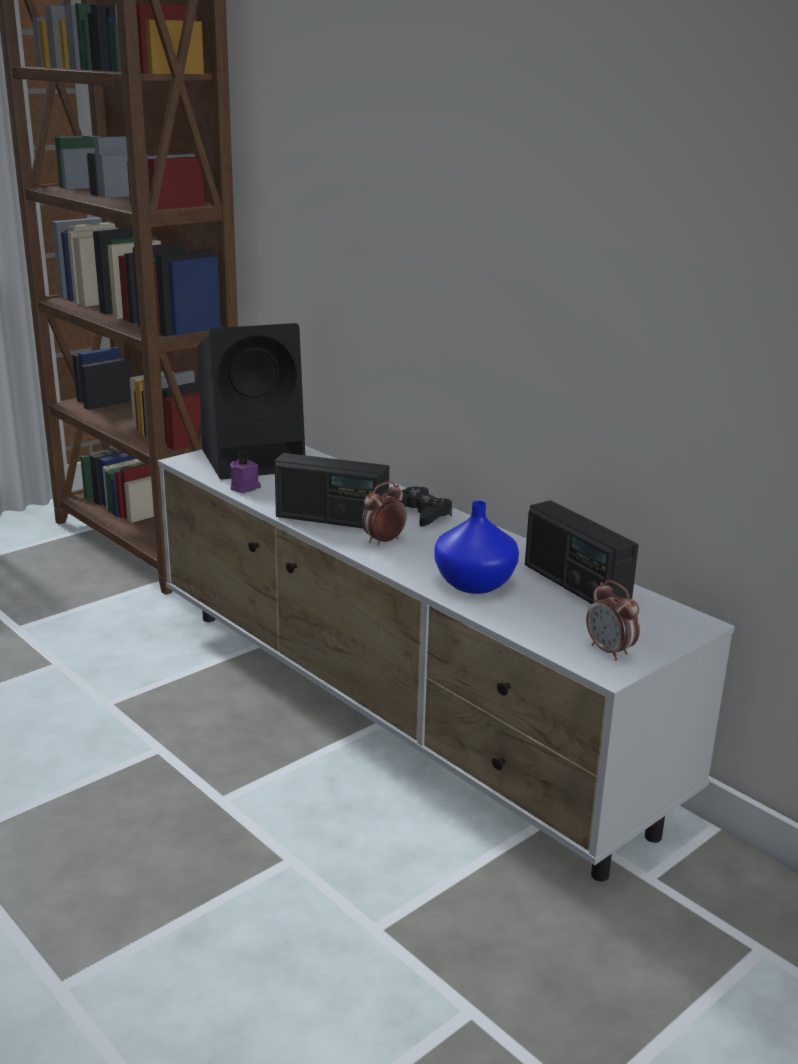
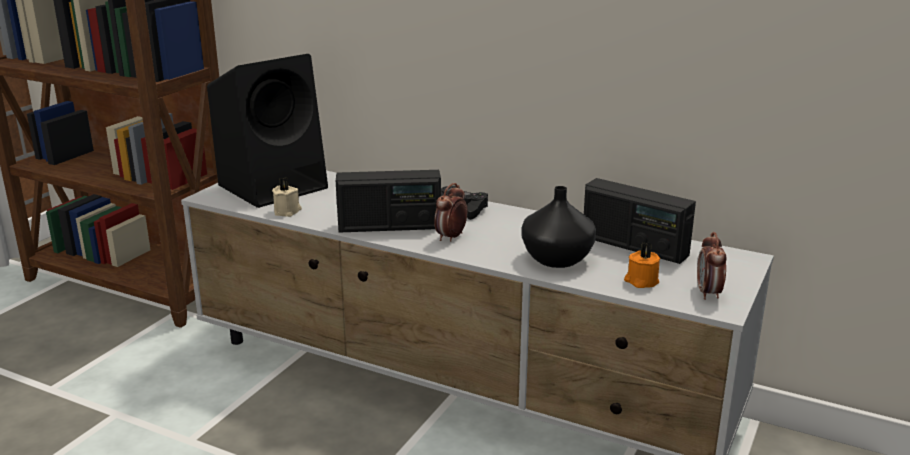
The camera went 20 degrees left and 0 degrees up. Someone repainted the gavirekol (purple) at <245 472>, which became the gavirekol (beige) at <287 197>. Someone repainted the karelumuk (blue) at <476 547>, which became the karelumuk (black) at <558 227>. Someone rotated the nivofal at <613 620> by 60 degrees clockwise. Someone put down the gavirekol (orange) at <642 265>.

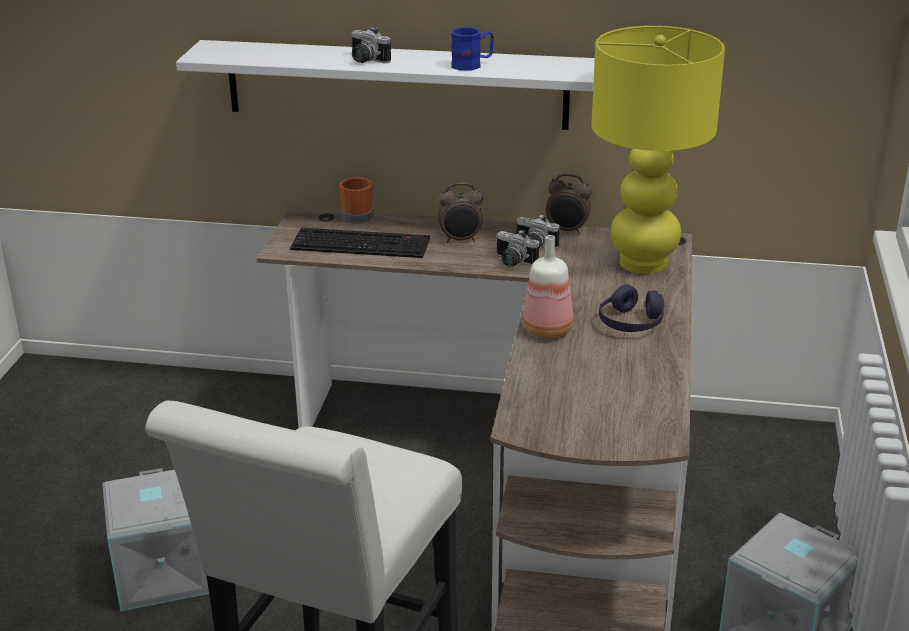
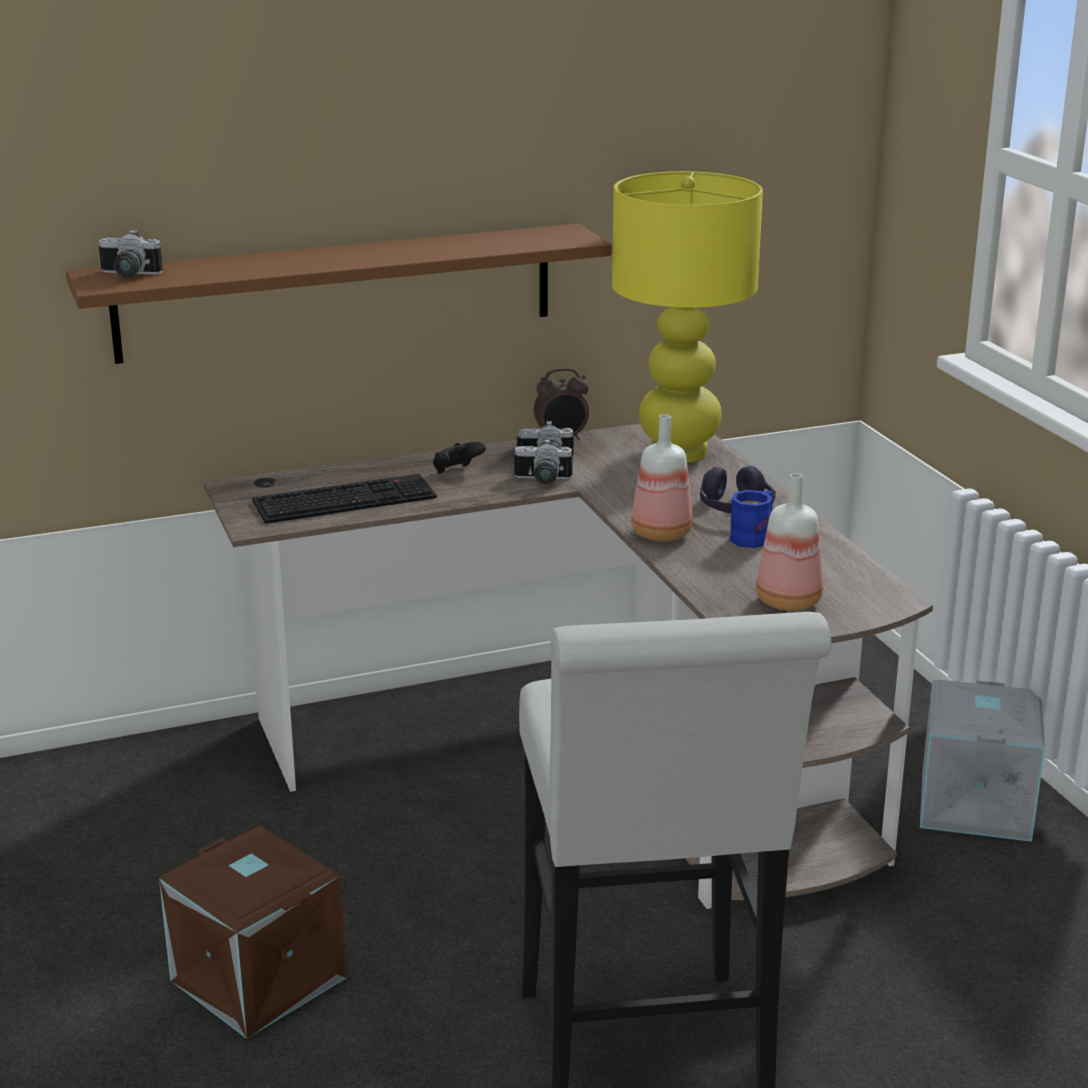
The camera went 30 degrees left and 5 degrees down. Someone carried the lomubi from <371 45> to <131 253>. Someone carried the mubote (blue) from <472 49> to <751 519>. Someone repainted the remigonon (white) at <385 85>, which became the remigonon (brown) at <339 293>. Someone took away the mubote (orange) at <356 200>. Someone swapped the nivofal at <460 213> for the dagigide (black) at <459 457>. Someone repainted the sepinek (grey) at <155 540>, which became the sepinek (brown) at <252 932>. Someone put down the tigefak at <789 542>.

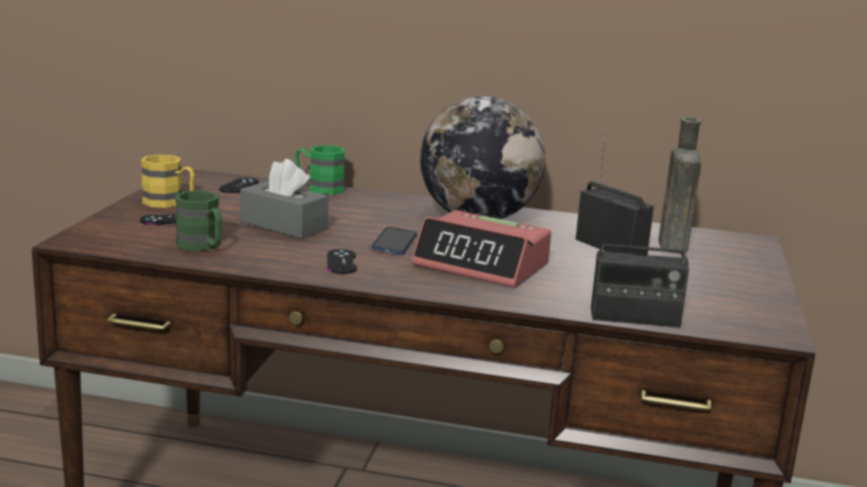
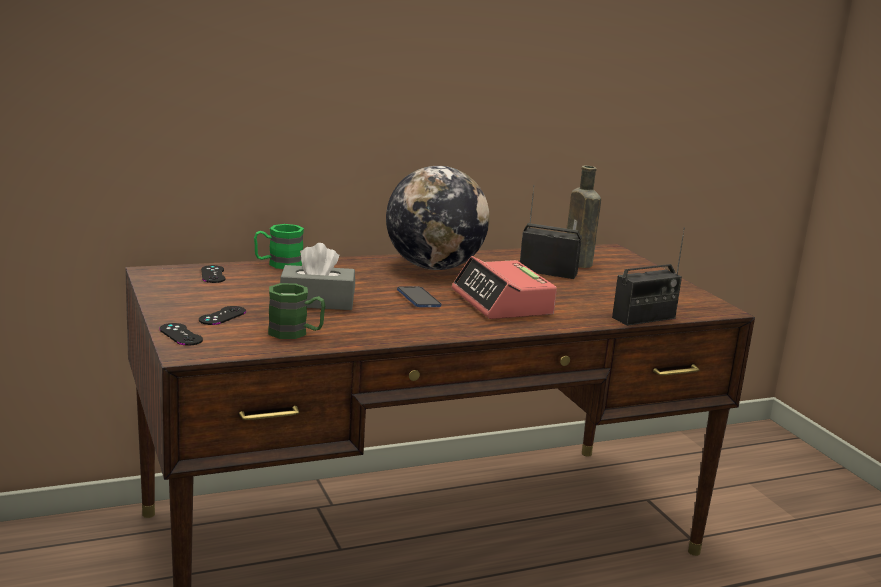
The camera went 35 degrees left and 0 degrees up. Someone took away the mubote (yellow) at <168 181>. Someone rotated the nivofal at <481 249> by 75 degrees clockwise. Someone carried the dagigide (black) from <342 261> to <181 334>.

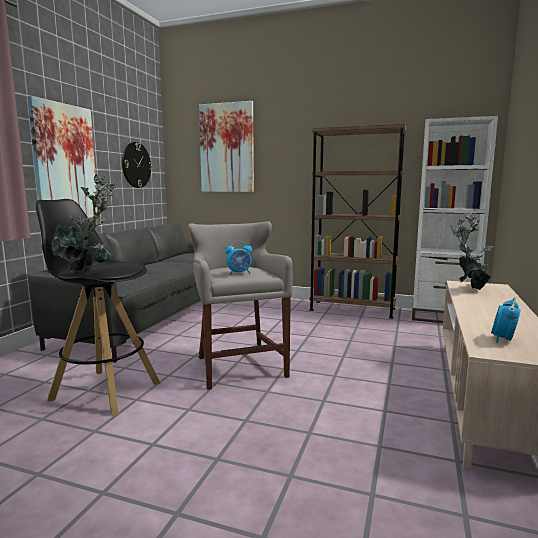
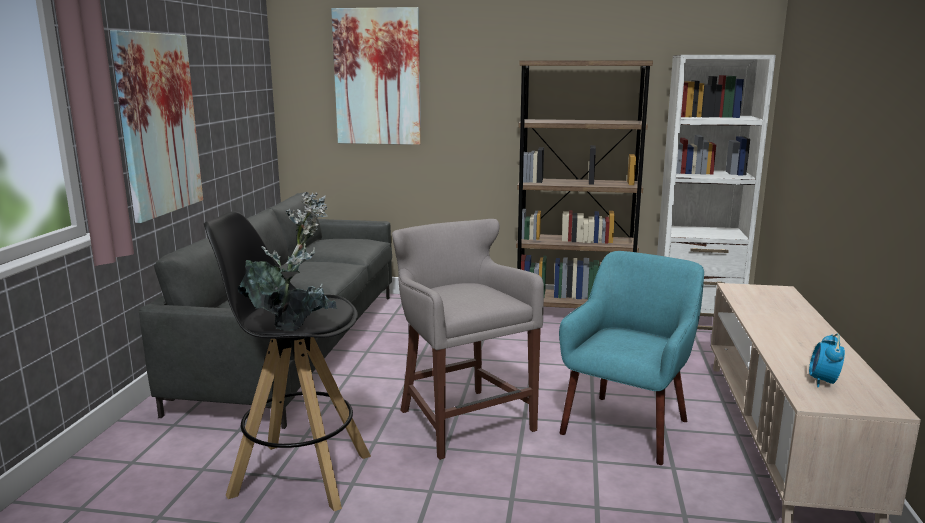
The camera went 10 degrees left and 5 degrees up. Someone took away the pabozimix at <137 165>. Someone took away the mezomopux at <472 251>. Someone took away the nivofal at <238 258>. Someone put down the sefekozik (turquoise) at <631 358>.

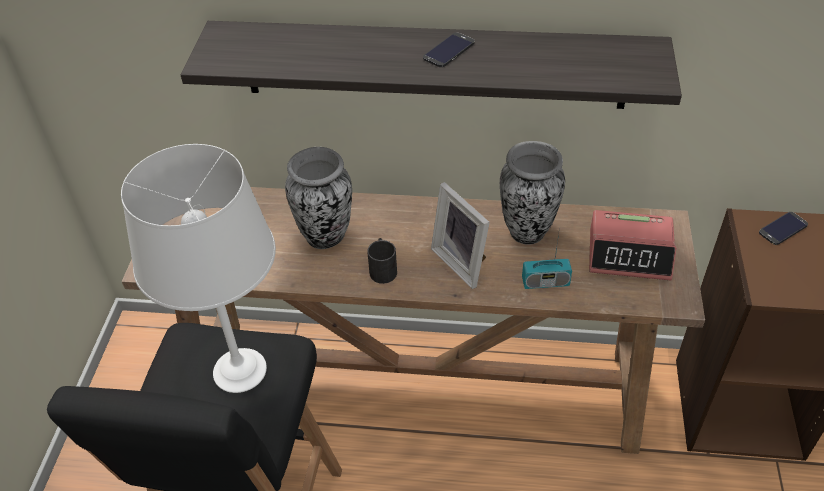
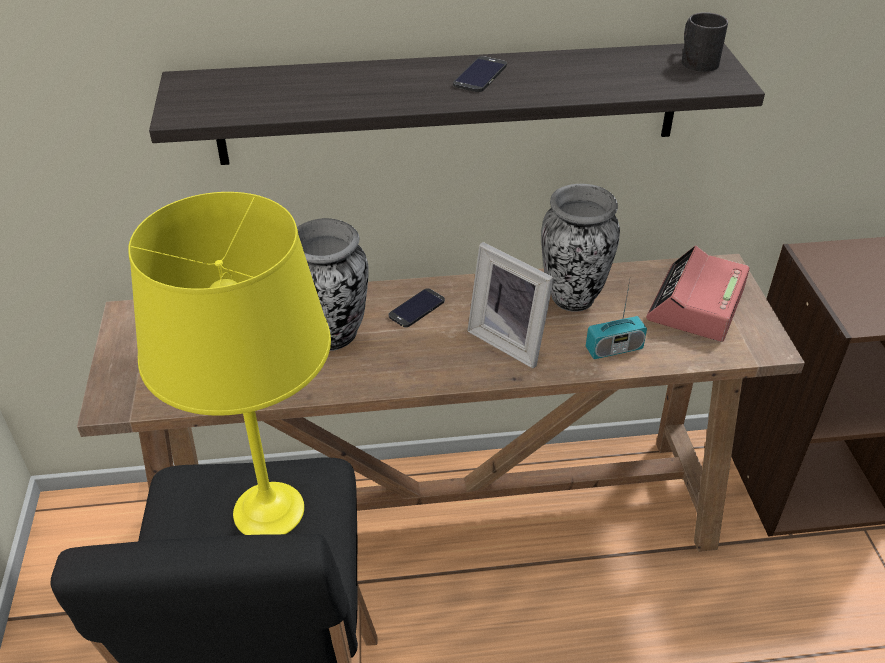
The camera went 15 degrees left and 5 degrees down. Someone repainted the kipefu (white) at <198 268>, which became the kipefu (yellow) at <229 363>. Someone rotated the nivofal at <633 245> by 120 degrees clockwise. Someone carried the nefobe from <783 228> to <417 307>. Someone carried the mubote (black) from <382 261> to <704 42>.

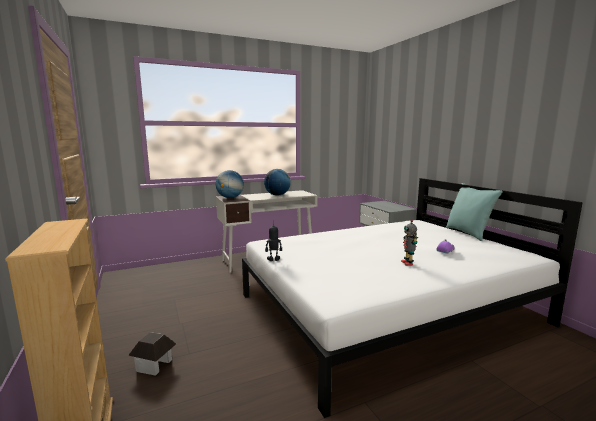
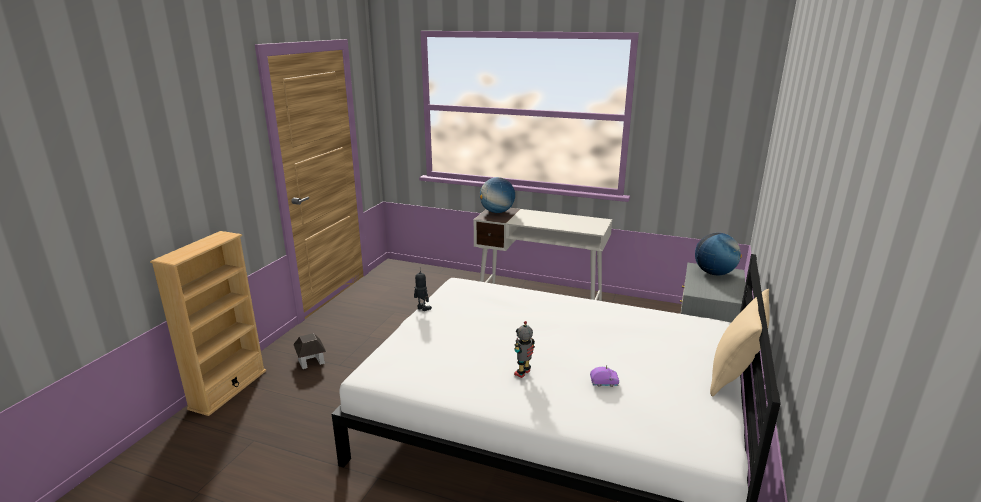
The camera went 45 degrees right and 10 degrees up. Someone carried the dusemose from <277 182> to <718 254>. Someone repainted the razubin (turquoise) at <474 212>, which became the razubin (beige) at <739 342>.

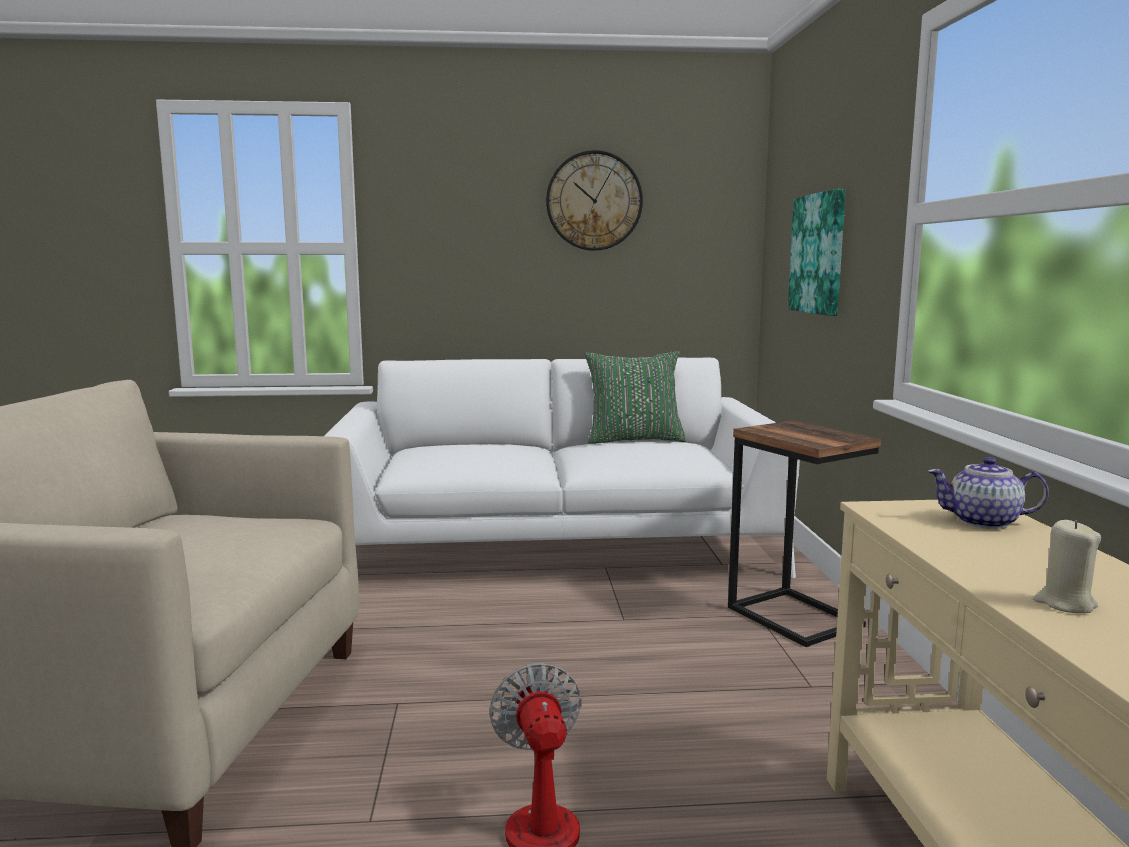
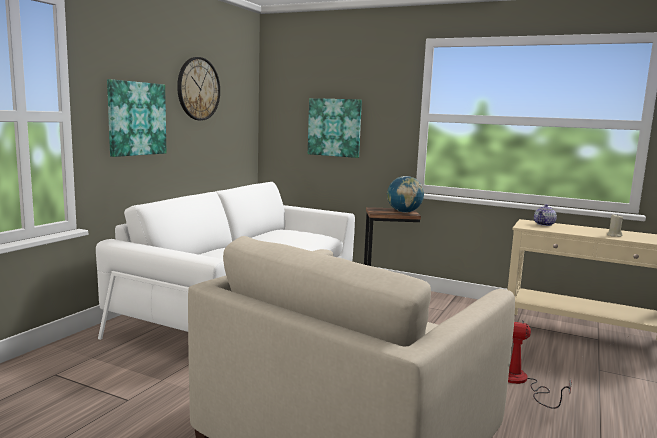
The camera went 60 degrees left and 0 degrees up. Someone took away the razubin (green) at <635 397>. Someone put up the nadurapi at <136 118>. Someone put down the dusemose at <405 194>.

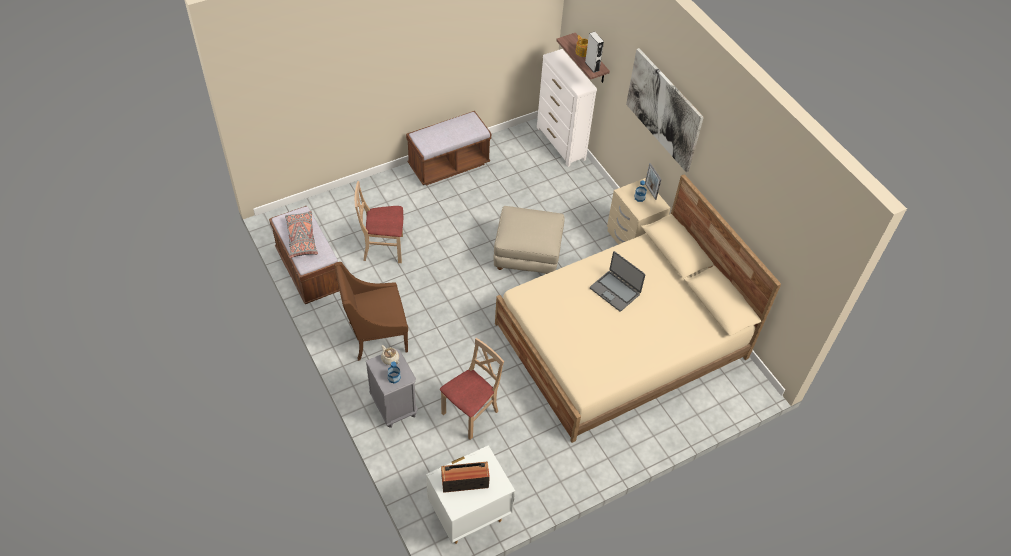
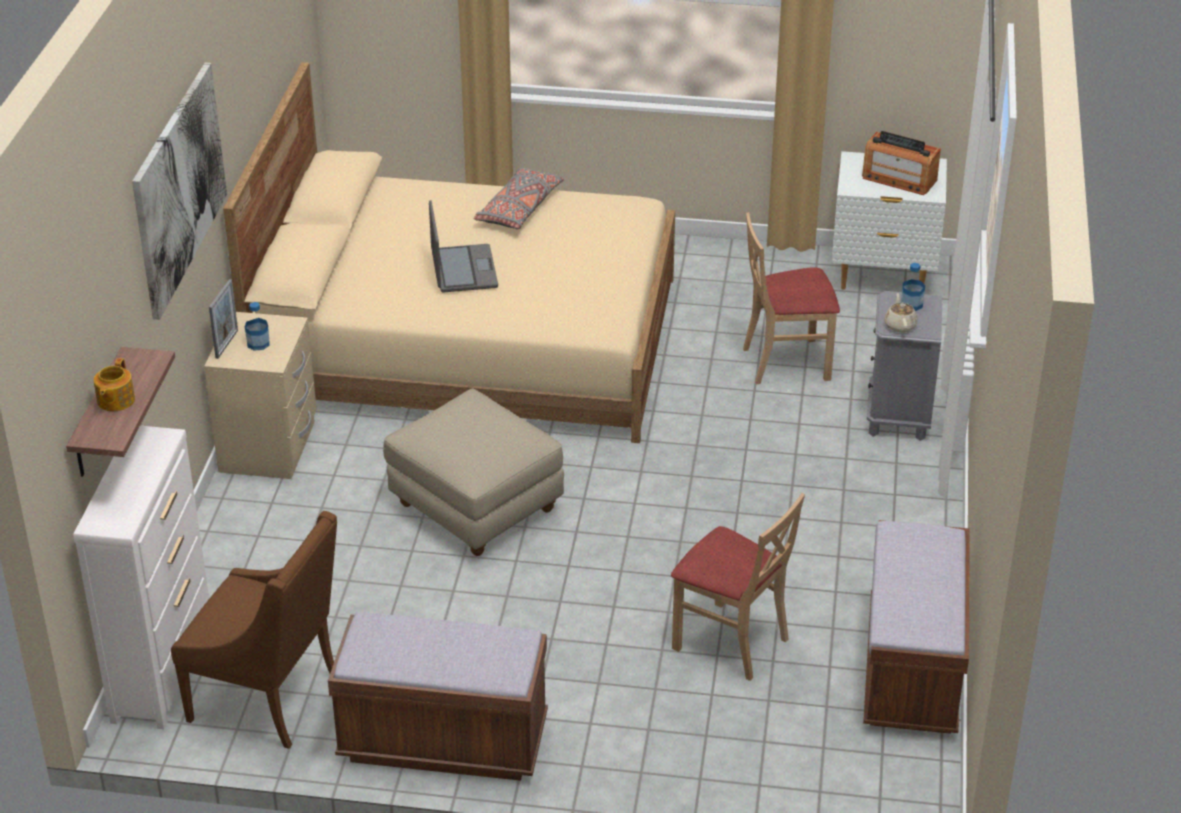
The camera went 140 degrees left and 15 degrees down. Someone took away the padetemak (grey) at <594 52>. Someone carried the razubin (grey) from <301 234> to <519 198>. Someone carried the sefekozik (brown) from <371 311> to <254 630>.

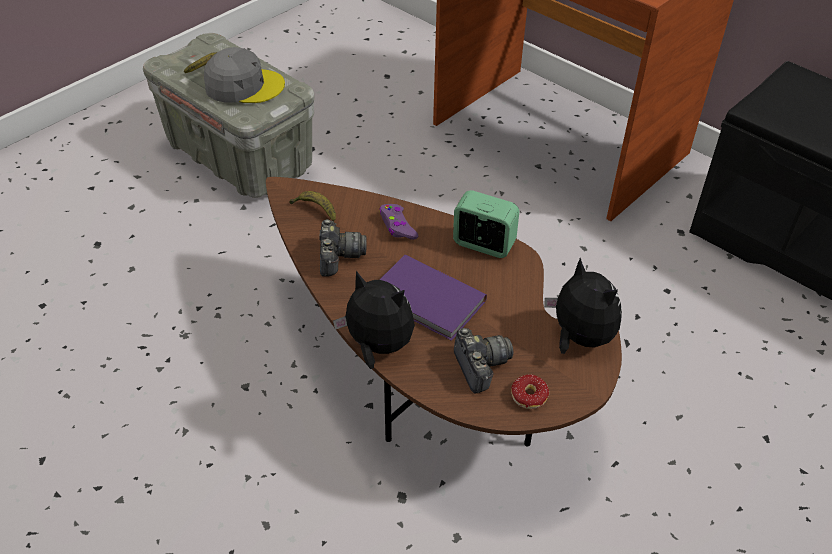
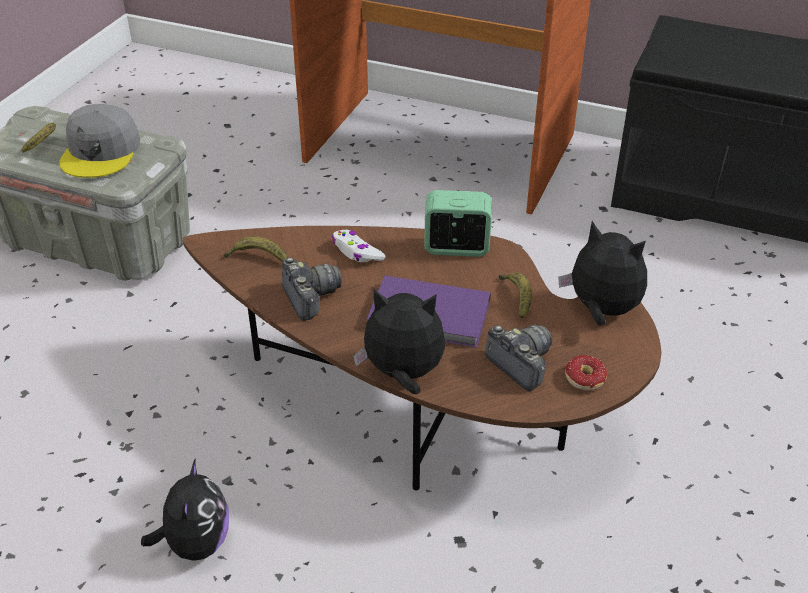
The camera went 20 degrees left and 5 degrees down. Someone rotated the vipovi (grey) at <244 75> by 120 degrees clockwise. Someone repainted the dagigide (purple) at <399 222>, which became the dagigide (white) at <359 246>. Someone put down the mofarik at <515 295>. Someone put down the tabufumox at <185 509>.

